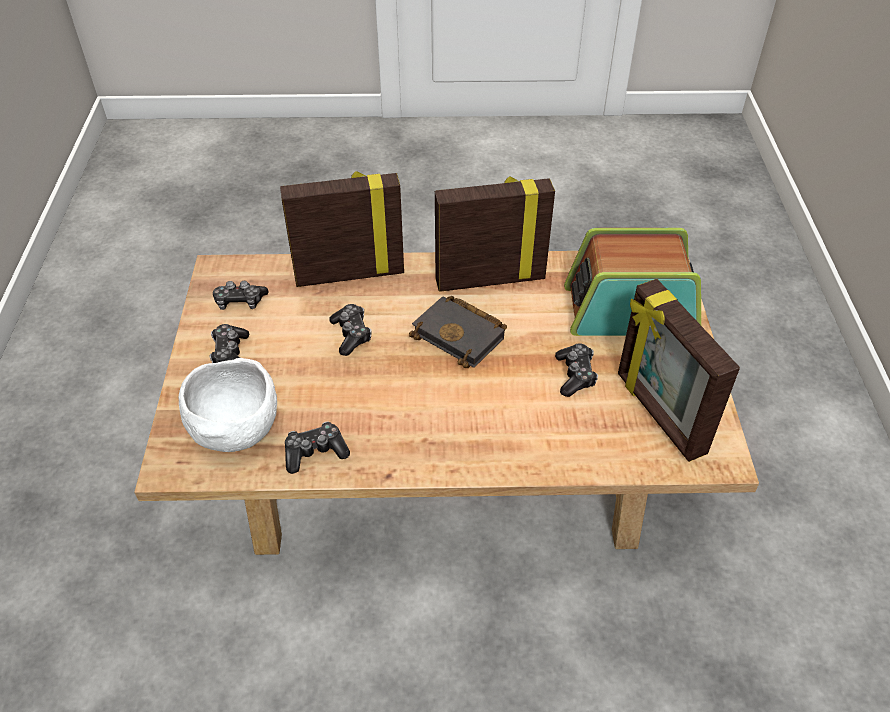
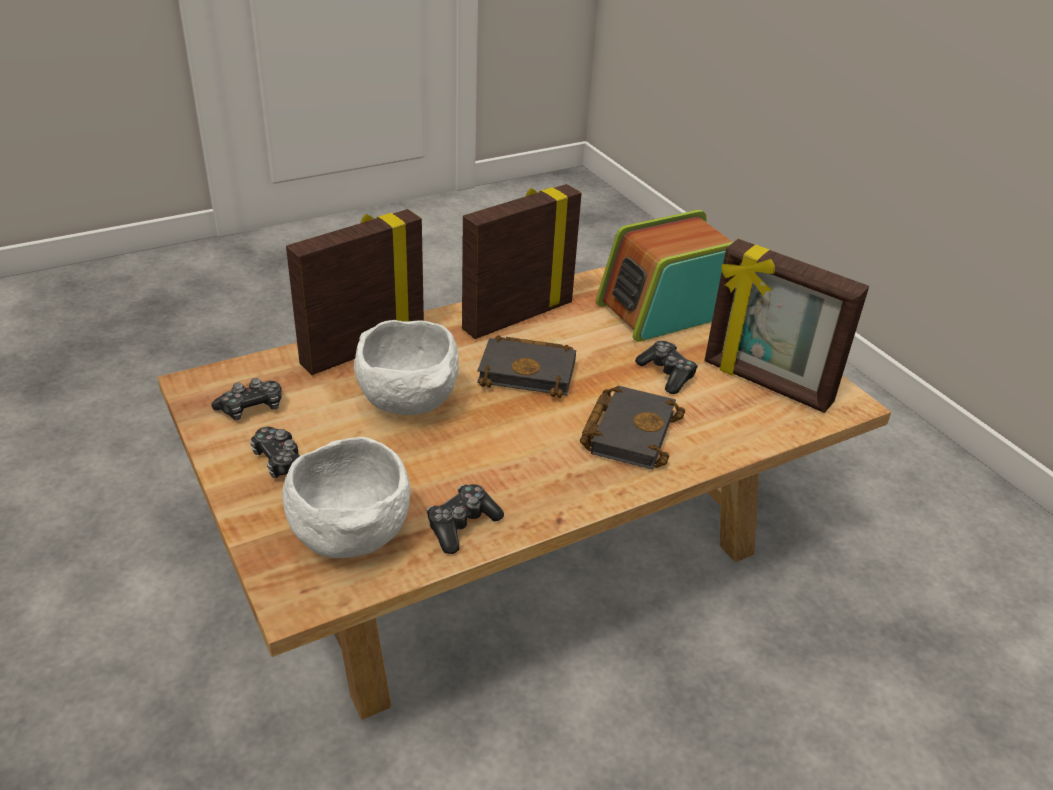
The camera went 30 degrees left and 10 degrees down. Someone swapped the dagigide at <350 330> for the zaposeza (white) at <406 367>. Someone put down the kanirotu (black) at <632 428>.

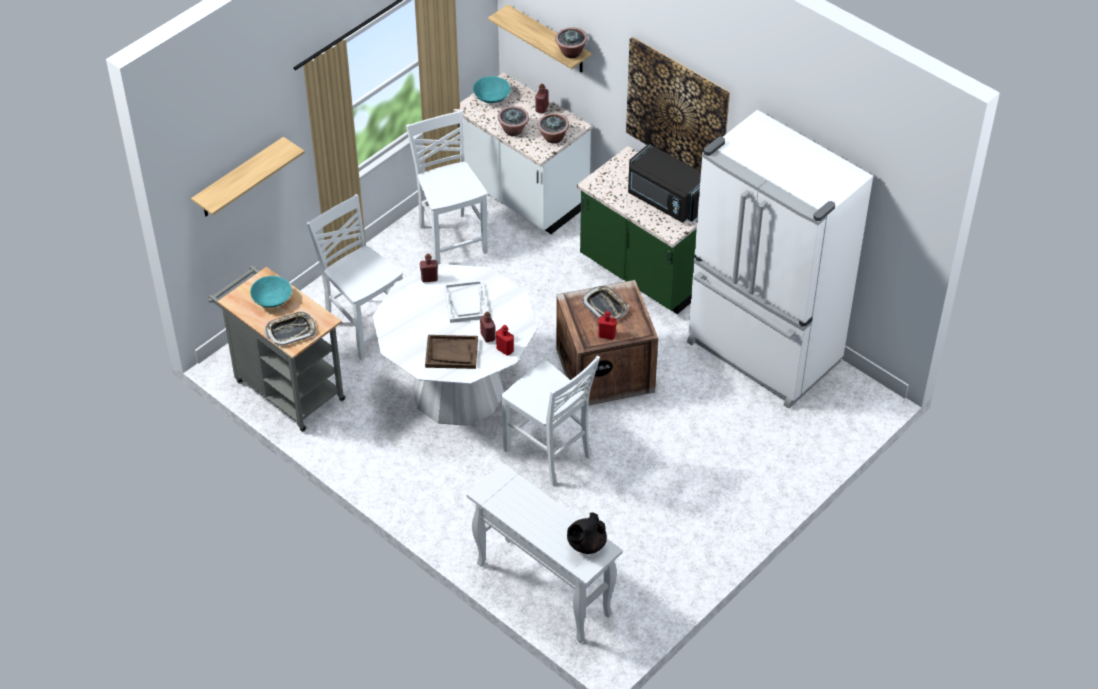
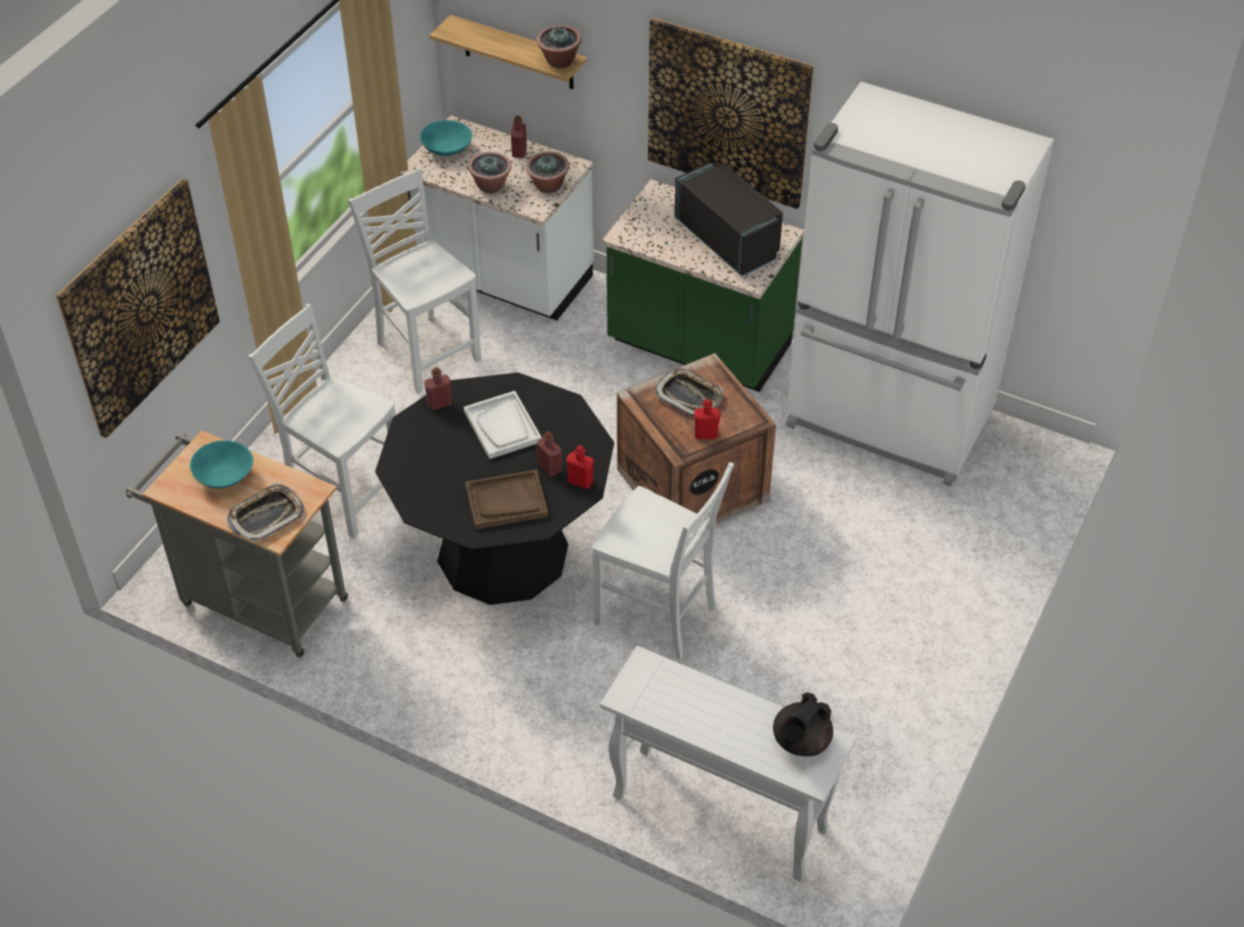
The camera went 15 degrees left and 0 degrees up. Someone swapped the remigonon at <248 176> for the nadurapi at <138 308>. Someone rotated the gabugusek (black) at <664 183> by 150 degrees counterclockwise. Someone repainted the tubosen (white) at <455 345>, which became the tubosen (black) at <494 488>.

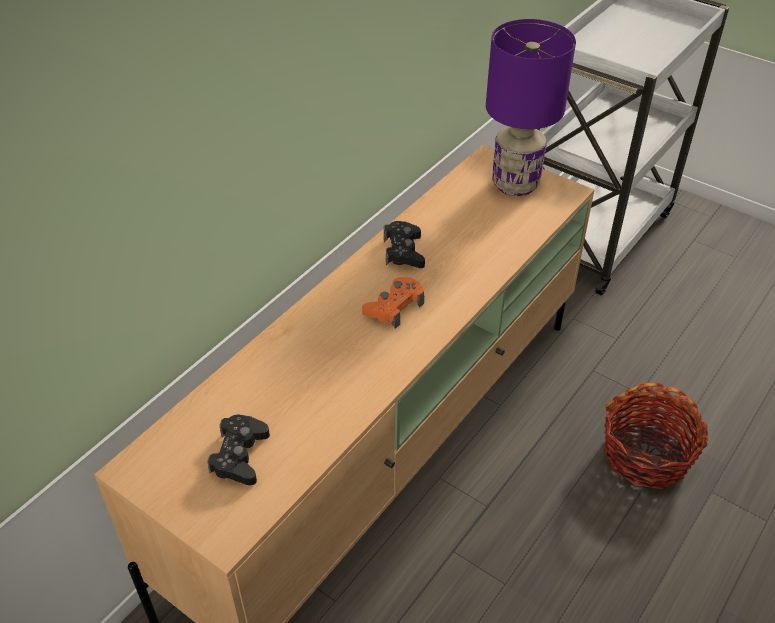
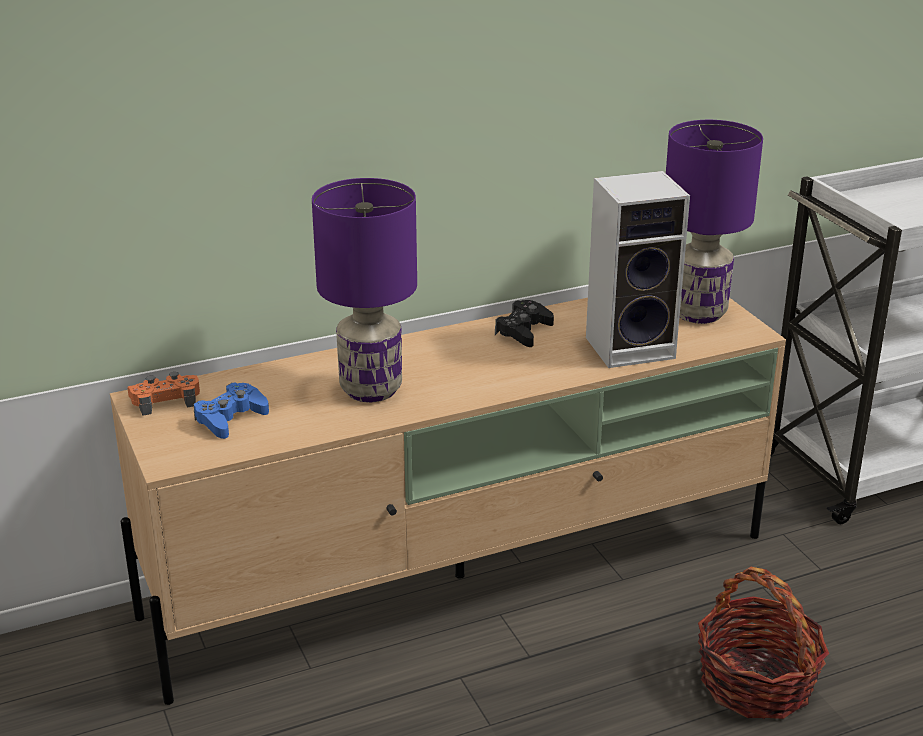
The camera went 30 degrees right and 15 degrees down. Someone carried the dagigide (orange) from <393 303> to <163 394>. Someone repainted the dagigide (black) at <238 449>, which became the dagigide (blue) at <231 410>. Someone put down the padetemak at <638 269>. Someone put down the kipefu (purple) at <364 290>.

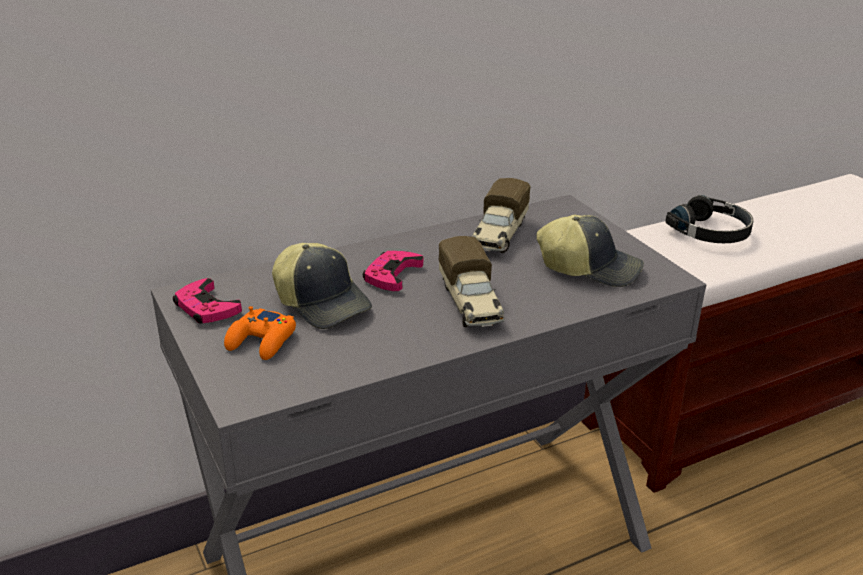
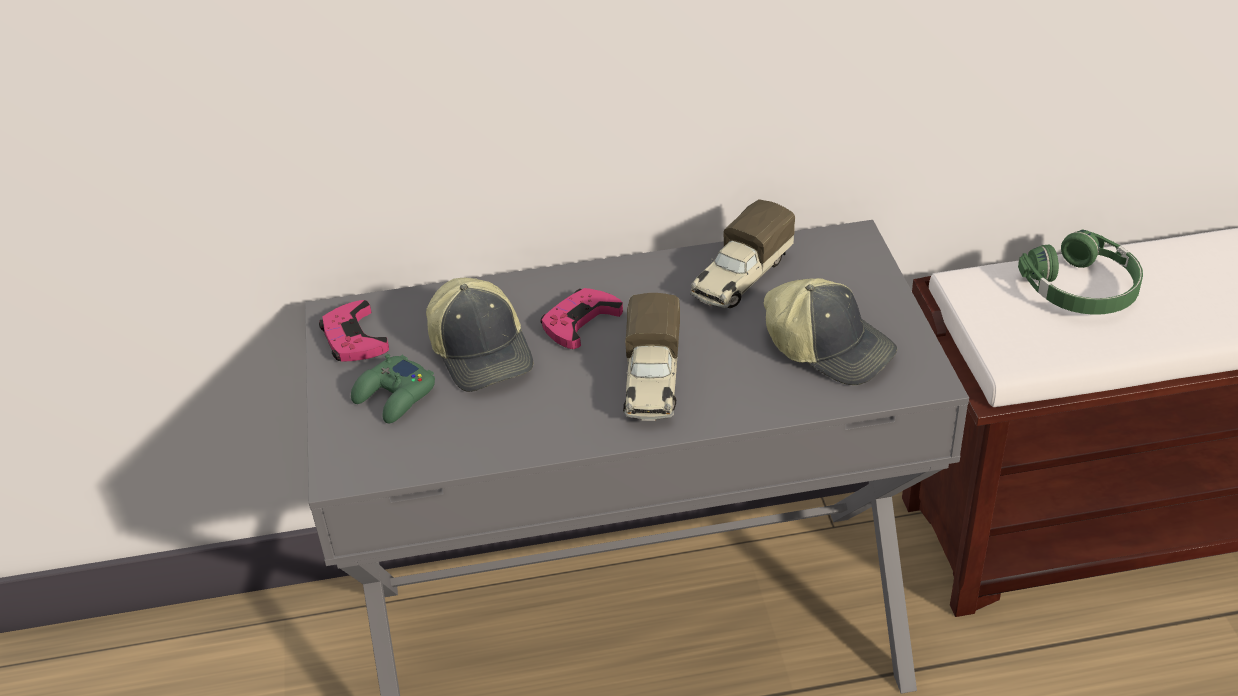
The camera went 20 degrees right and 10 degrees up. Someone repainted the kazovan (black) at <709 219>, which became the kazovan (green) at <1080 272>. Someone repainted the dagigide (orange) at <260 333>, which became the dagigide (green) at <393 388>.

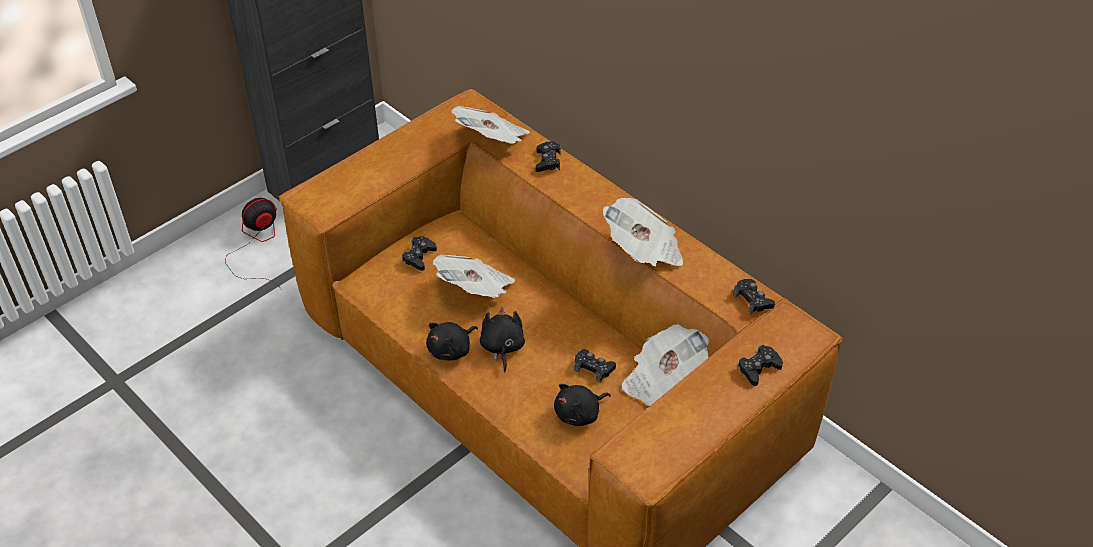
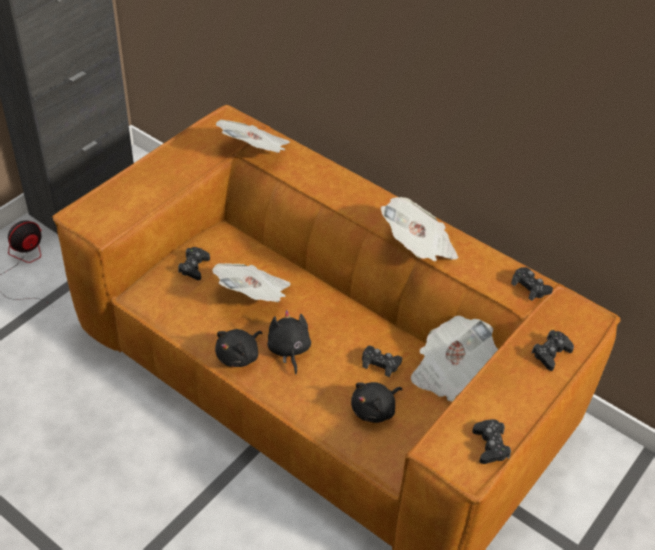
The camera went 10 degrees left and 0 degrees up. Someone carried the dagigide (black) from <548 156> to <491 441>.

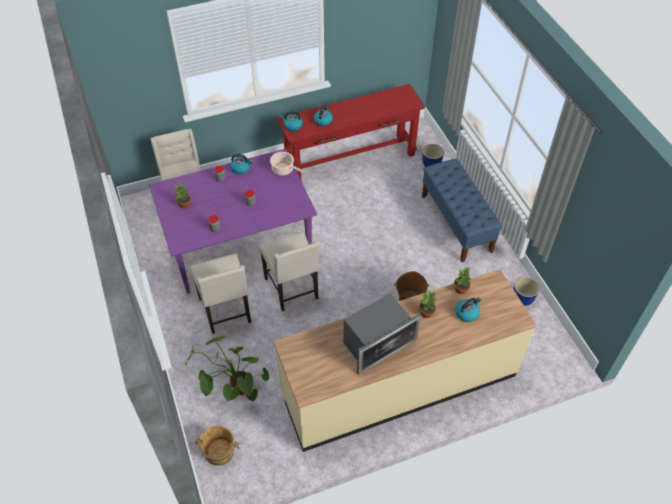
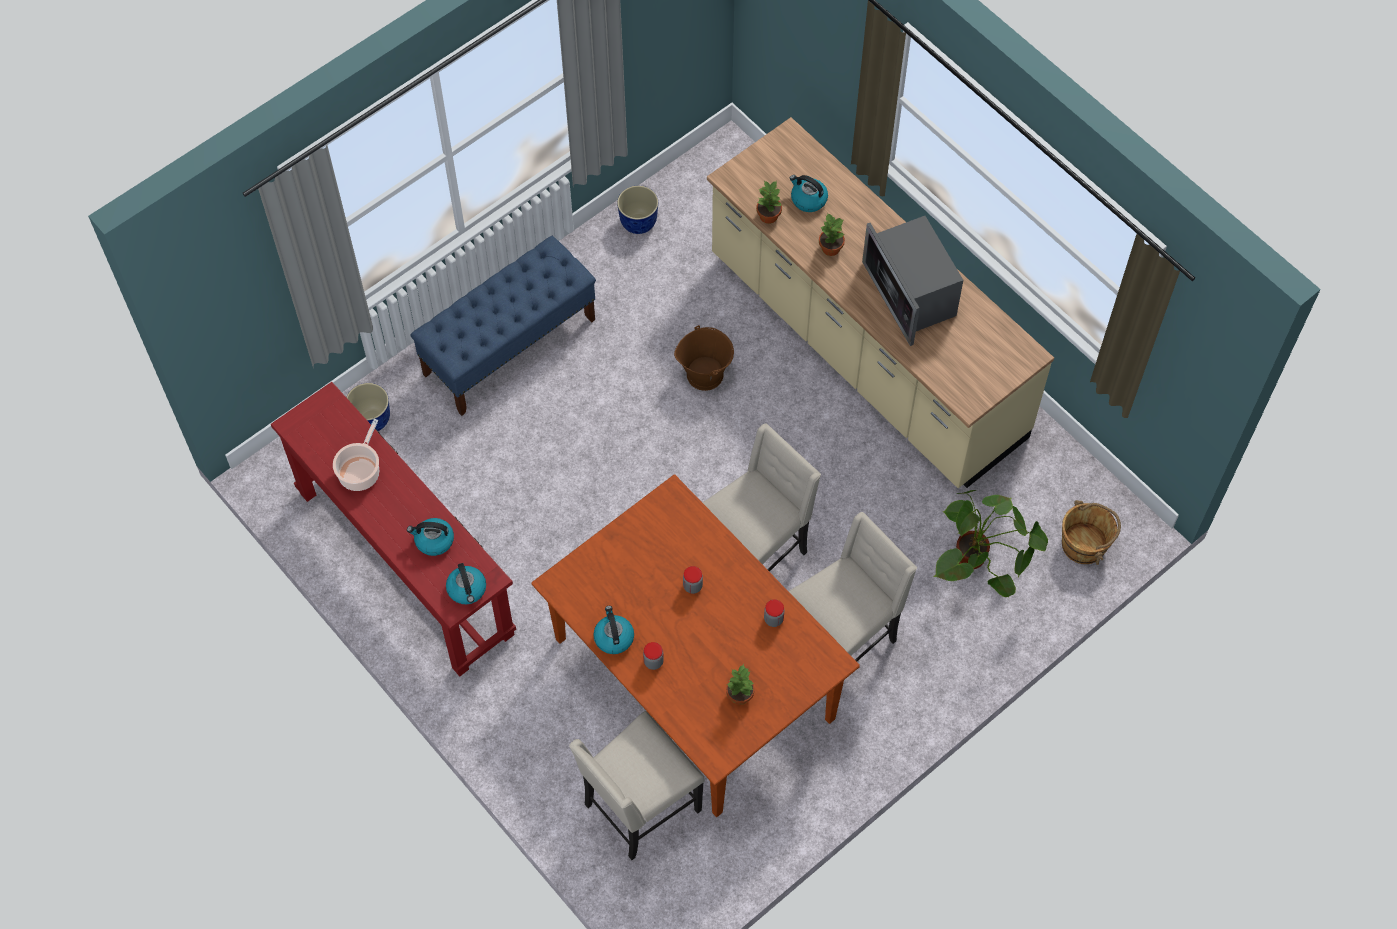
The camera went 110 degrees left and 10 degrees up. Someone repainted the tubosen (purple) at <233 221>, which became the tubosen (brown) at <696 646>. Someone carried the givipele from <286 164> to <356 455>. Someone rotated the gabugusek at <382 334> by 150 degrees counterclockwise.

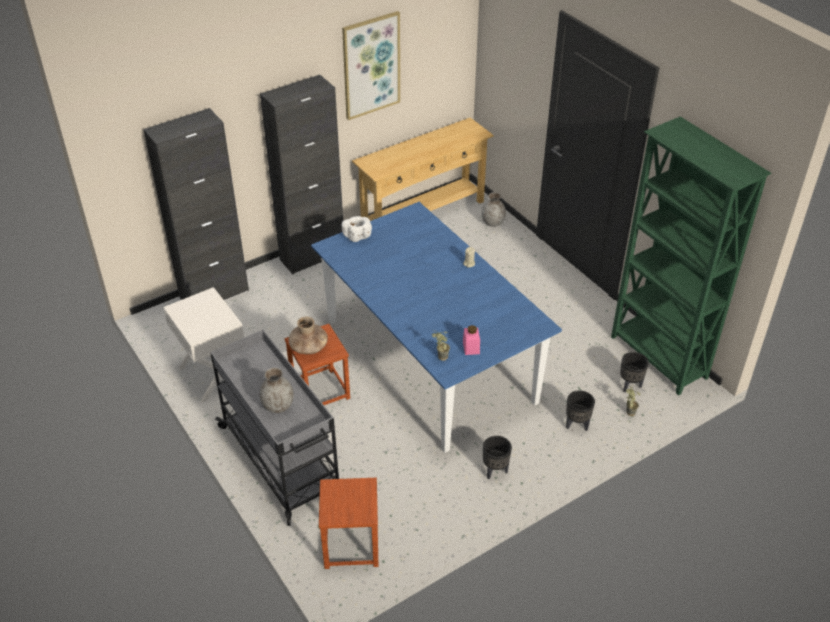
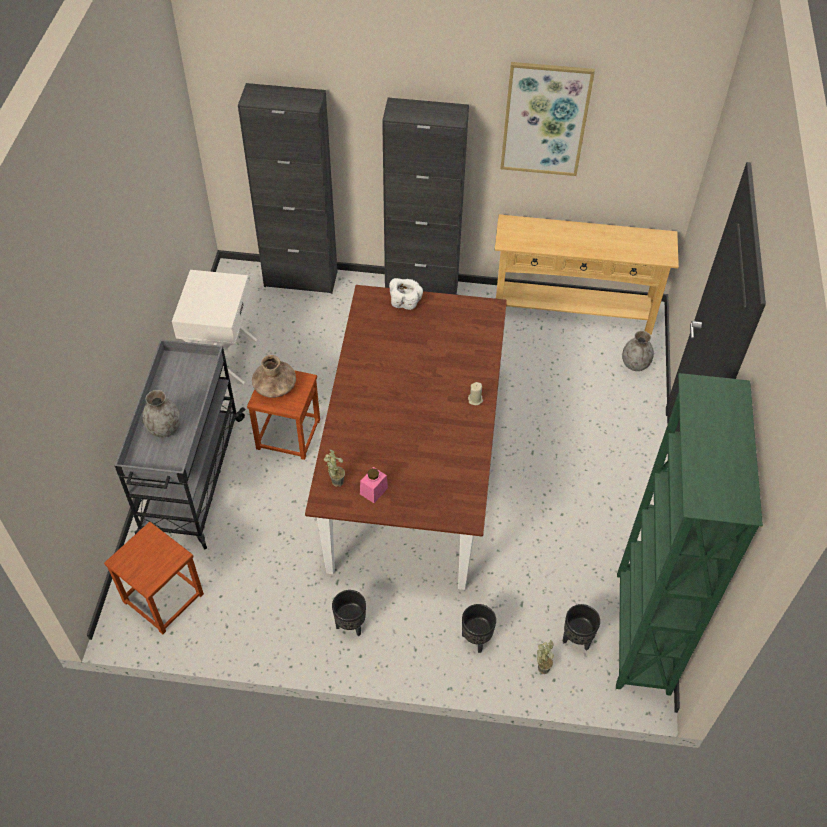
The camera went 40 degrees right and 10 degrees up. Someone repainted the tubosen (blue) at <436 327>, which became the tubosen (brown) at <406 437>.

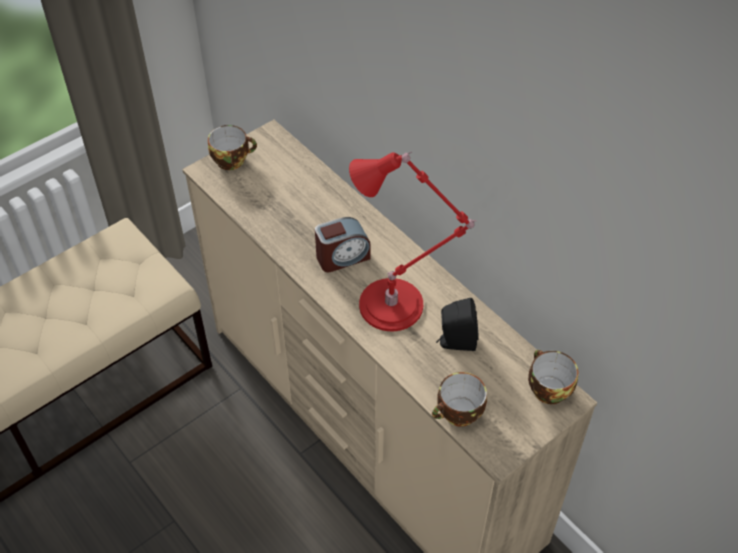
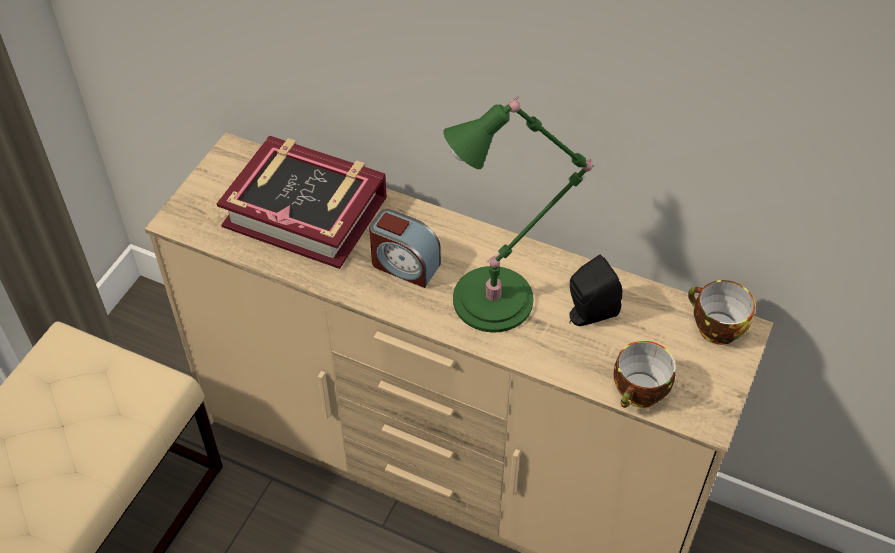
The camera went 25 degrees left and 0 degrees up. Someone took away the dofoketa at <232 147>. Someone repainted the kipefu (red) at <413 241>, which became the kipefu (green) at <518 215>. Someone rotated the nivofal at <343 244> by 75 degrees clockwise. Someone put down the kanirotu at <302 202>.

